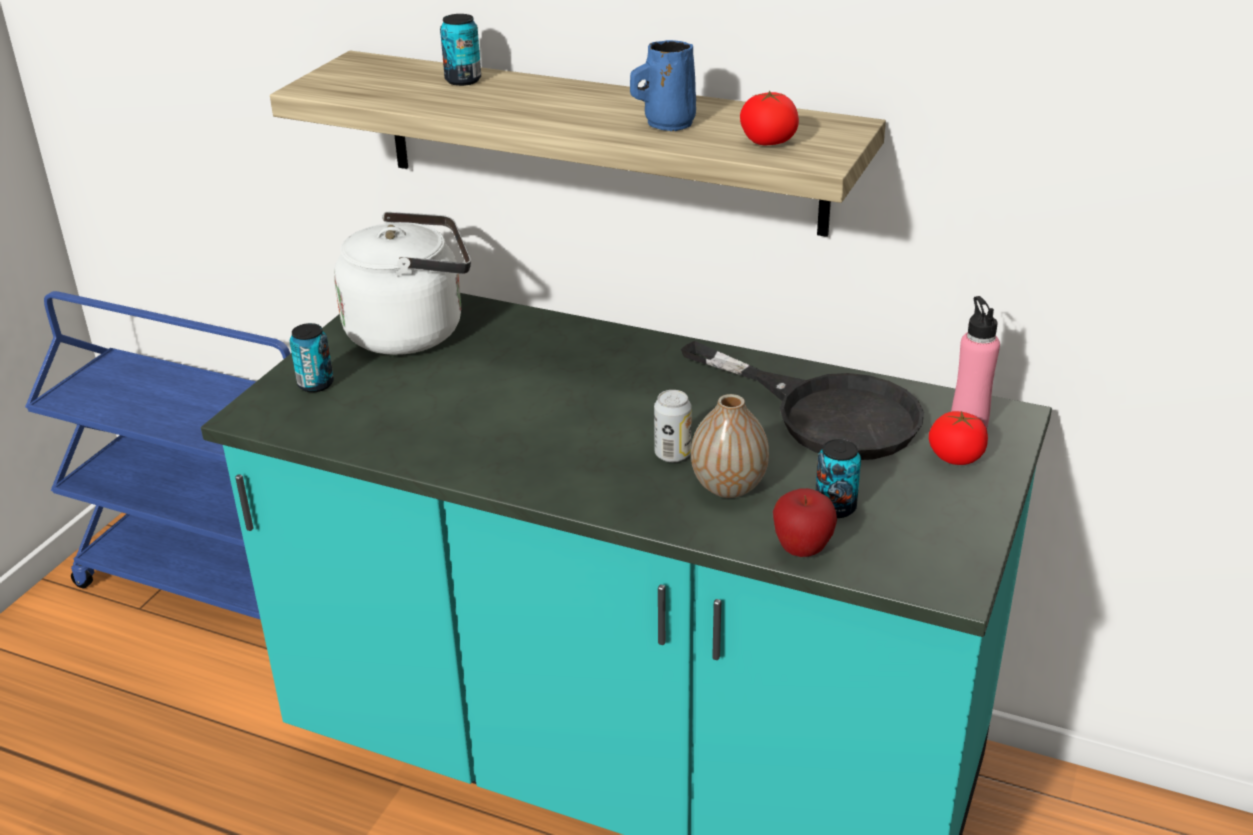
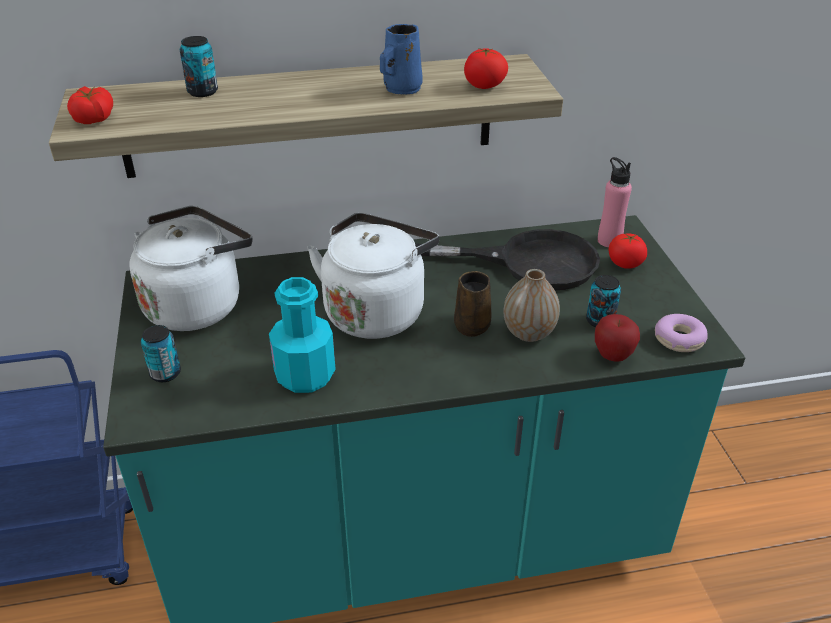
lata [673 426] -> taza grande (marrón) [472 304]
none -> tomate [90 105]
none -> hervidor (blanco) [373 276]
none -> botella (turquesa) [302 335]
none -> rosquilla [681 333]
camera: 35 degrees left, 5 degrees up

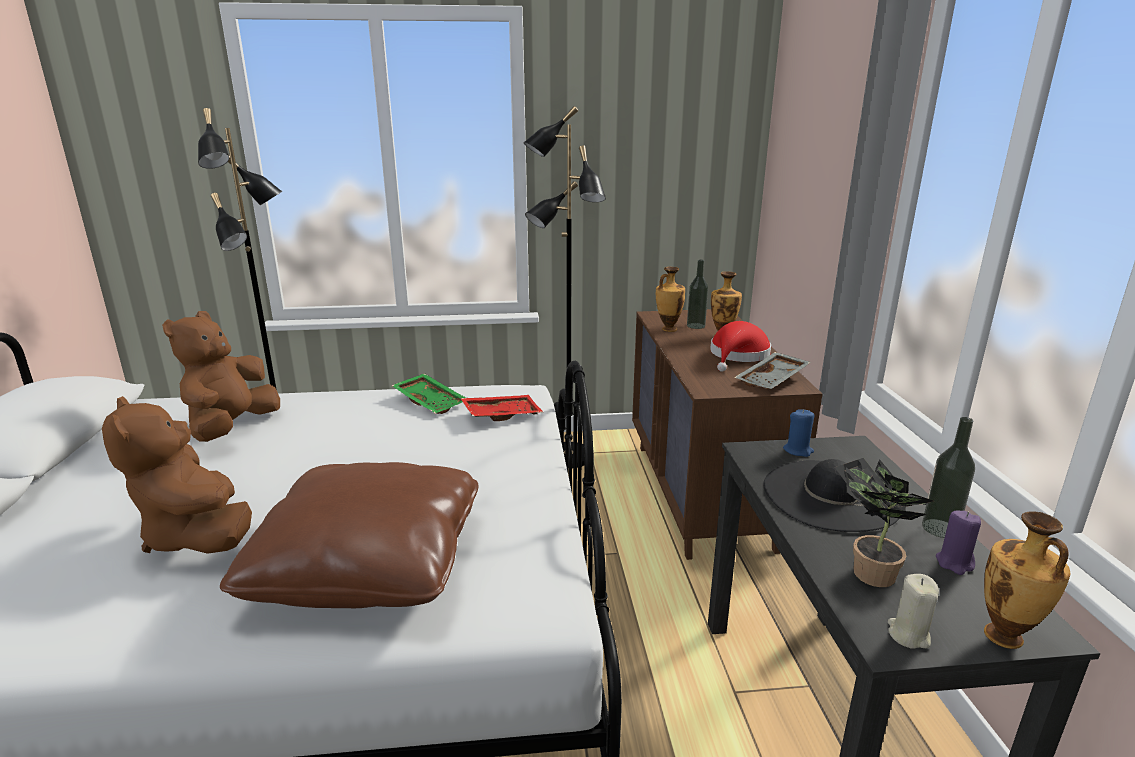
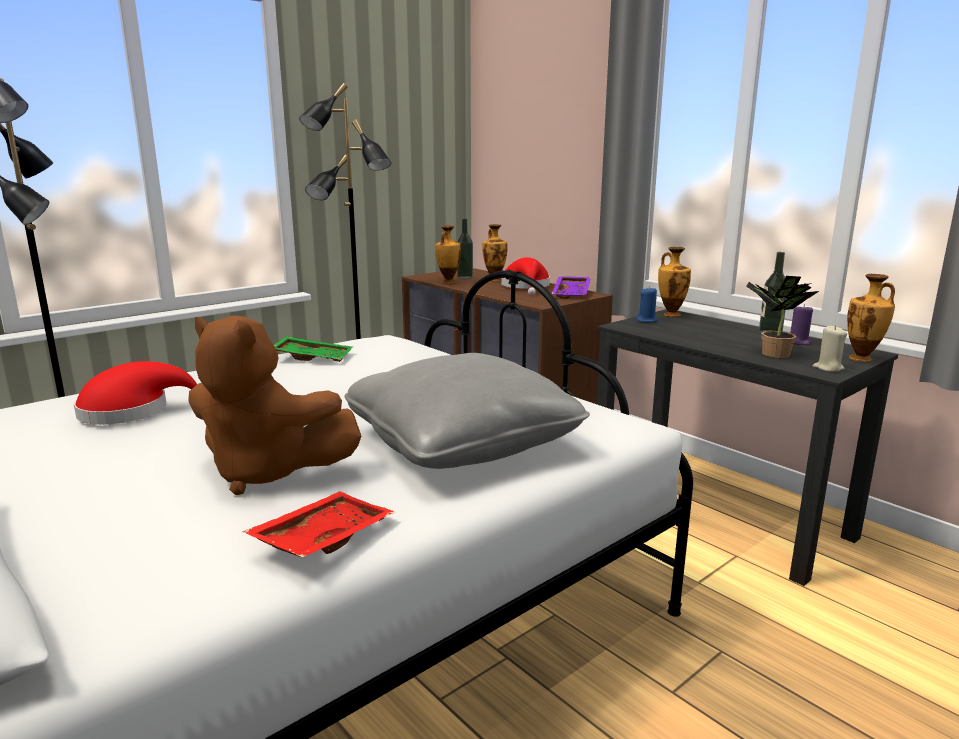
peluche (marrón) [221 376] -> sombrero (rojo) [135 393]
bandeja (gris) [772 370] -> bandeja (morado) [571 287]
bandeja (rojo) [502 408] -> bandeja (rojo) [318 524], move
sombrero (negro) [831 495] -> none
cojín (marrón) [349 535] -> cojín (gris) [467 411]
none -> florero [674 281]
camera: 35 degrees left, 5 degrees down

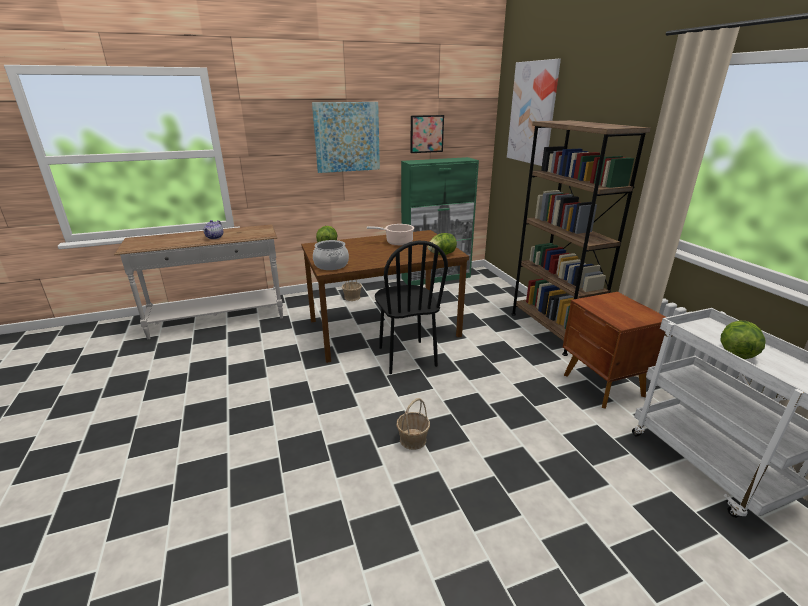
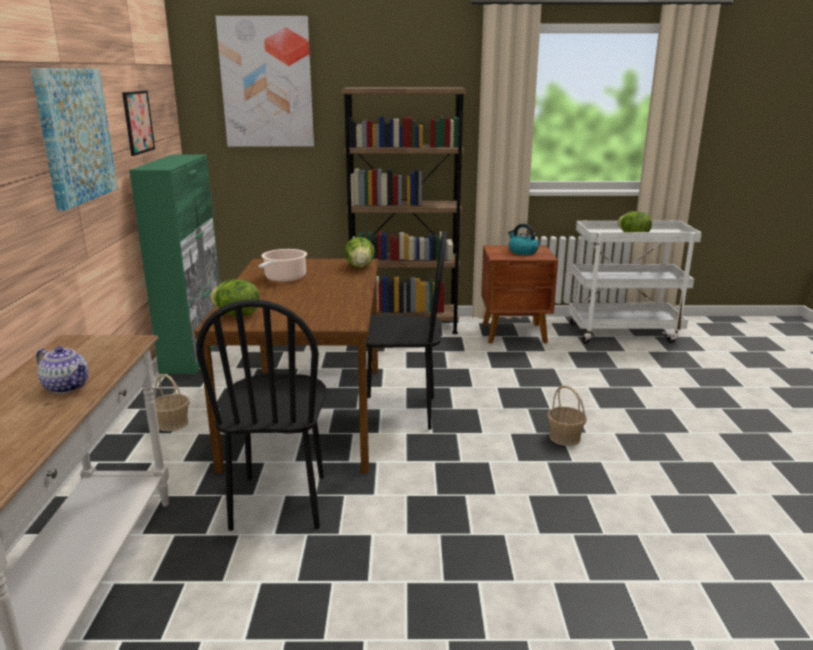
olla [331 255] -> none
none -> hervidor [523 239]
none -> silla (negro) [261 415]
camera: 70 degrees left, 5 degrees down

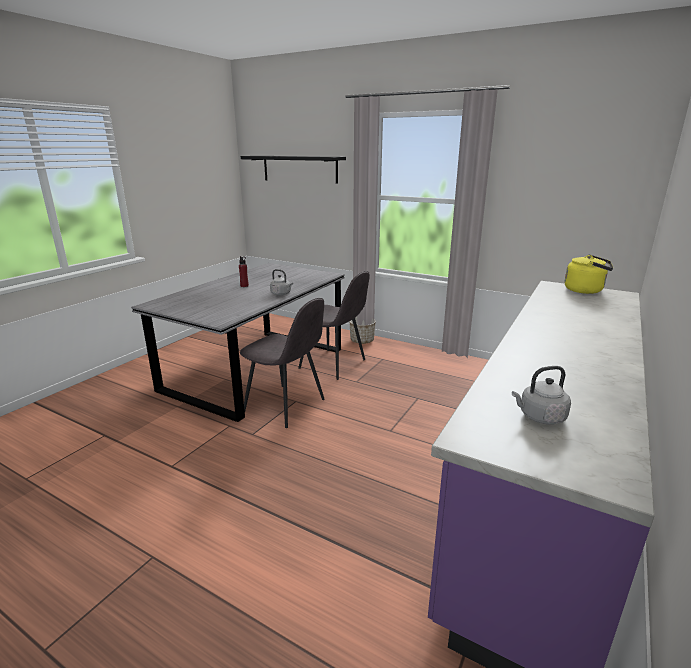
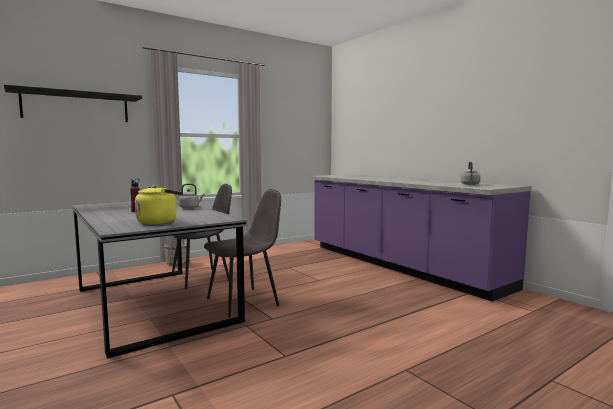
hervidor (amarillo) [589 274] -> hervidor (amarillo) [159 204], move
camera: 65 degrees left, 15 degrees down

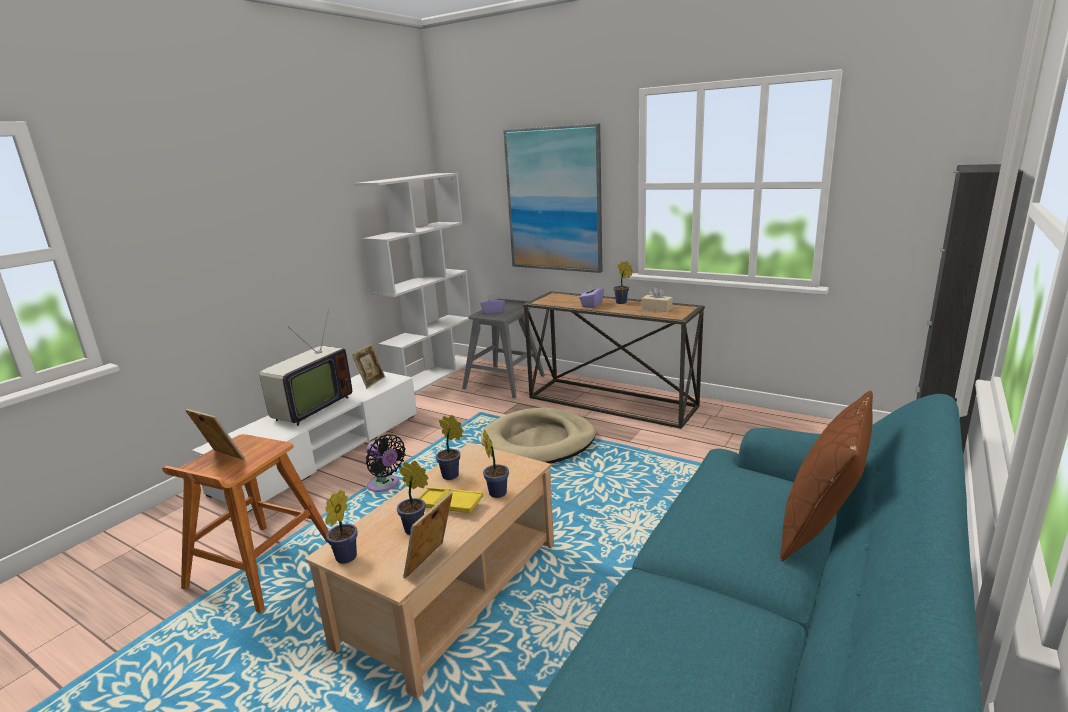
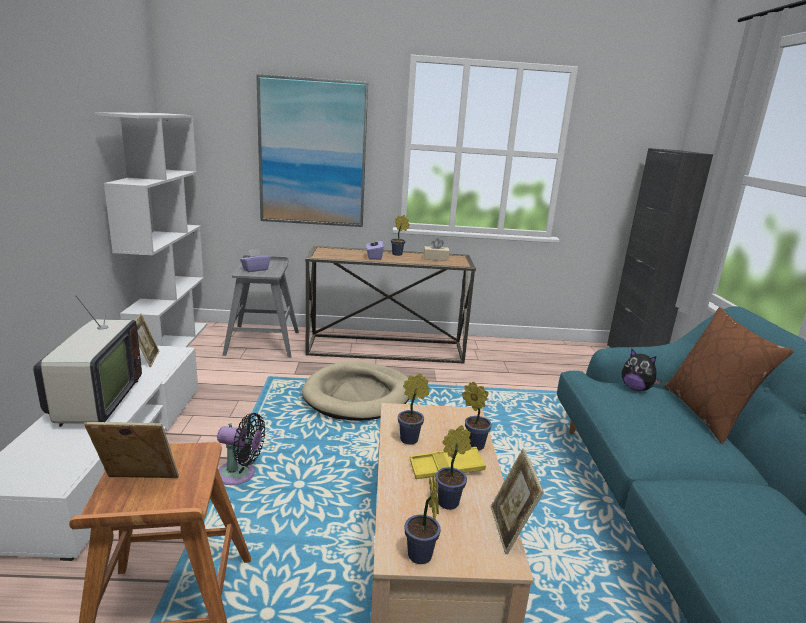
none -> peluche [641 370]
camera: 35 degrees left, 0 degrees up

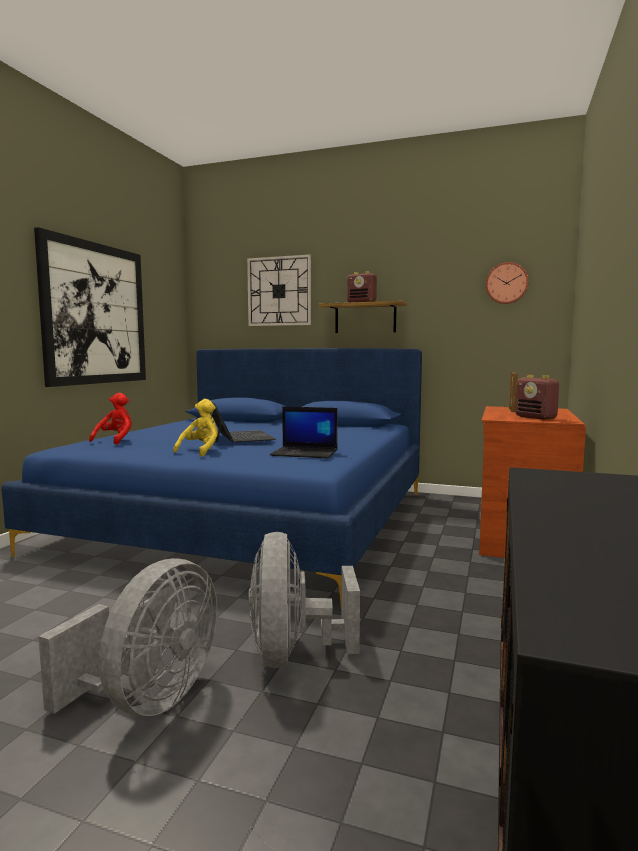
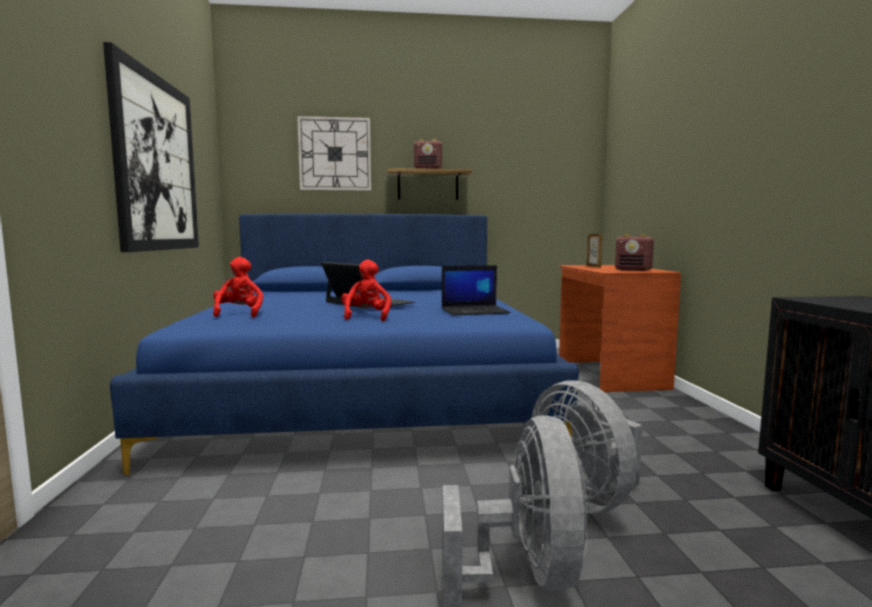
reloj de pared [507 283] -> none
peluche (amarillo) [195 427] -> peluche (rojo) [366 290]
camera: 25 degrees left, 0 degrees up

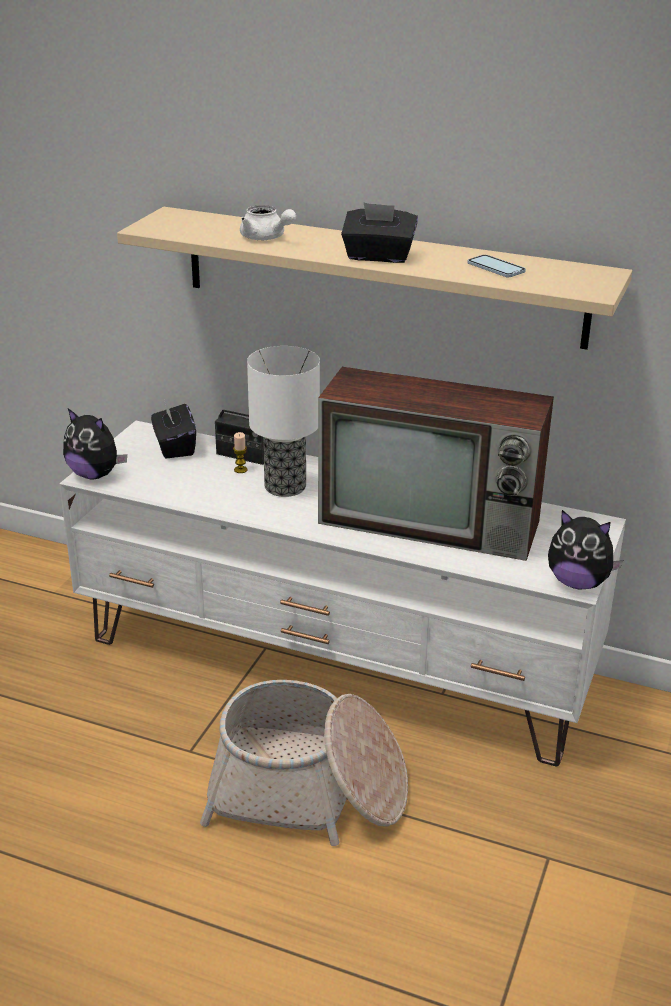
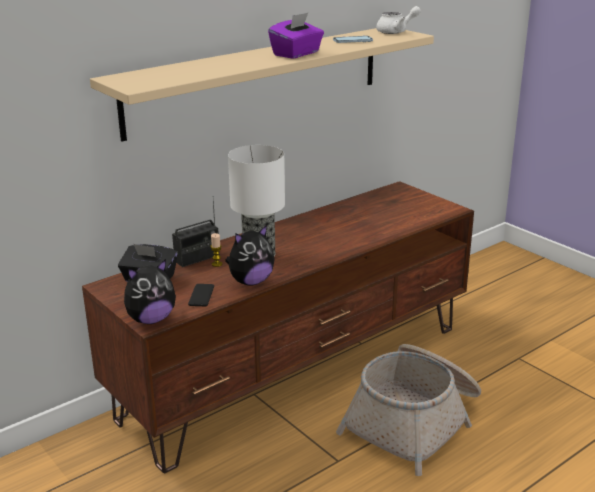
caja de pañuelos (negro) [379 233] -> caja de pañuelos (morado) [296 35]
tetera (blanco) [268 222] -> tetera (blanco) [398 20], move
televisor [436 464] -> none
mueble de televisión (blanco) [342 594] -> mueble de televisión (marrón) [278 327]
peluche [585 549] -> peluche [250 255], move
none -> móvil [201 295]
camera: 60 degrees left, 5 degrees down

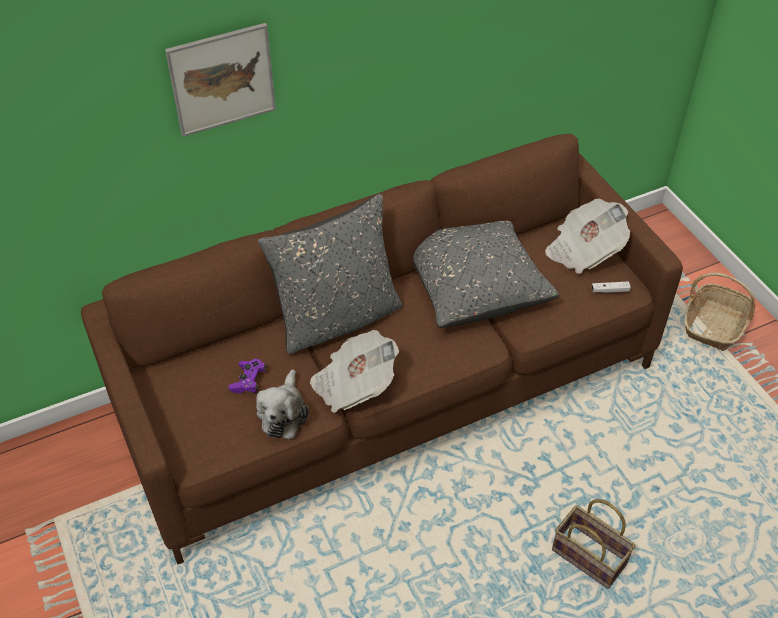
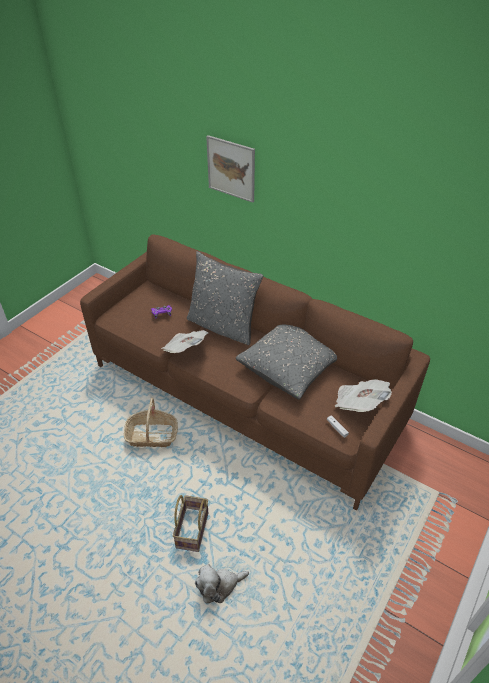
cesta [719 311] -> cesta [151 422], move
peluche [282 404] -> peluche [222 583], move
camera: 60 degrees right, 5 degrees down

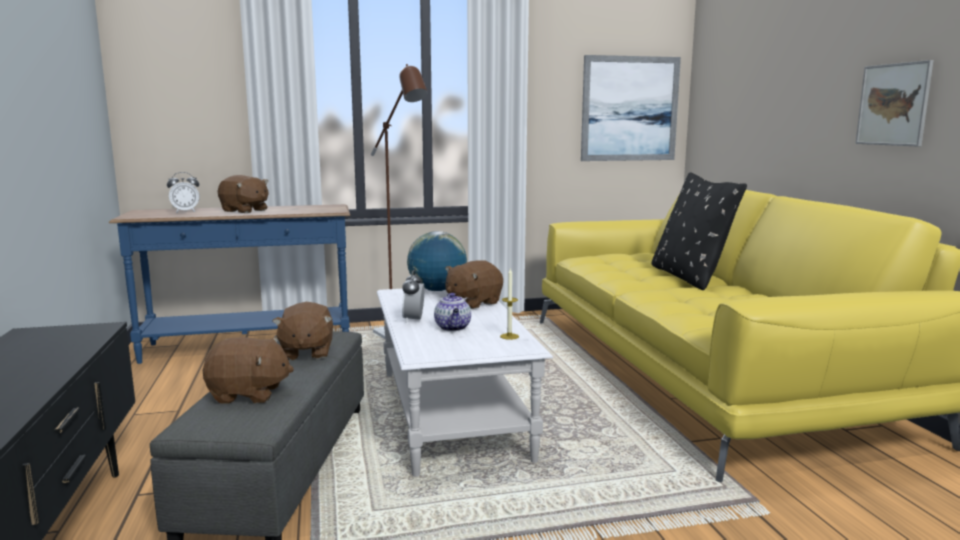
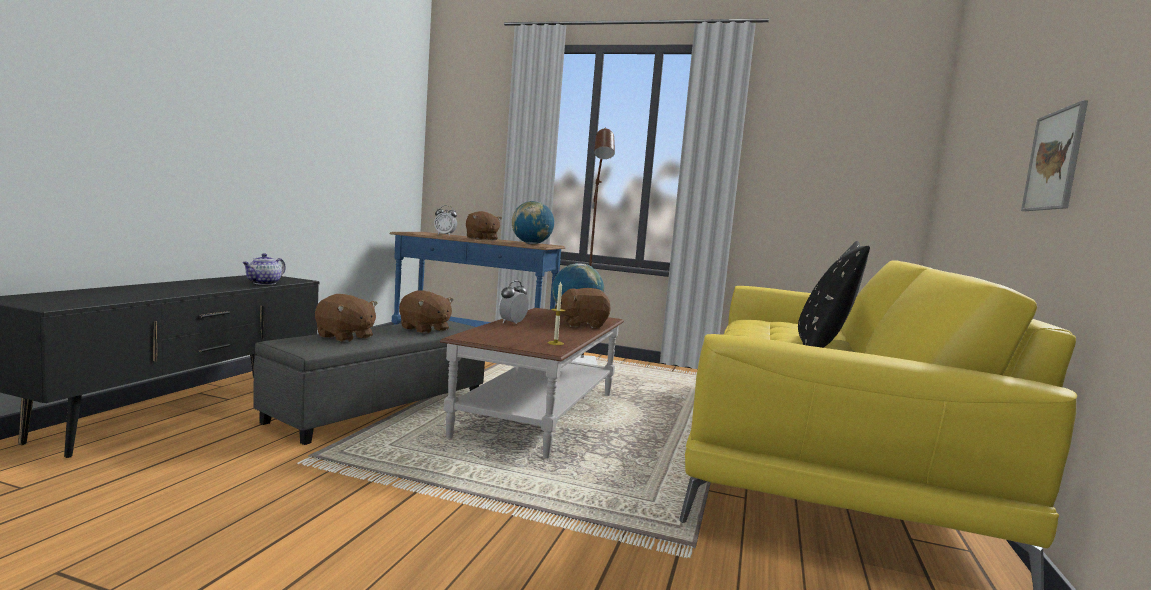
cuadro [631 108] -> none
mesa de centro (blanco) [465 382] -> mesa de centro (marrón) [532 383]
tetera [452 312] -> tetera [264 269], move
peluche (marrón) [302 331] -> peluche (marrón) [426 312], 75 degrees counterclockwise
none -> globo terráqueo [533 222]
camera: 30 degrees right, 5 degrees down

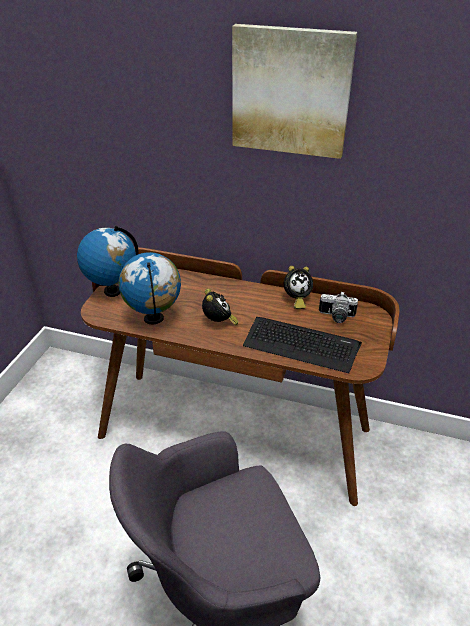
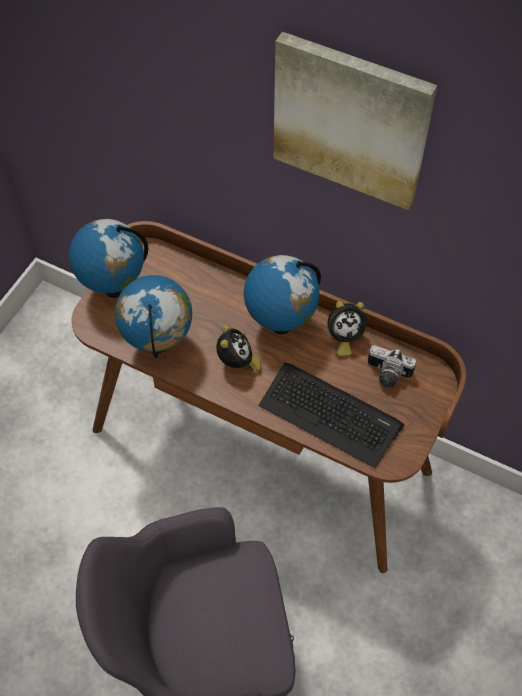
none -> globo terráqueo [282 294]
camera: 10 degrees right, 20 degrees up

